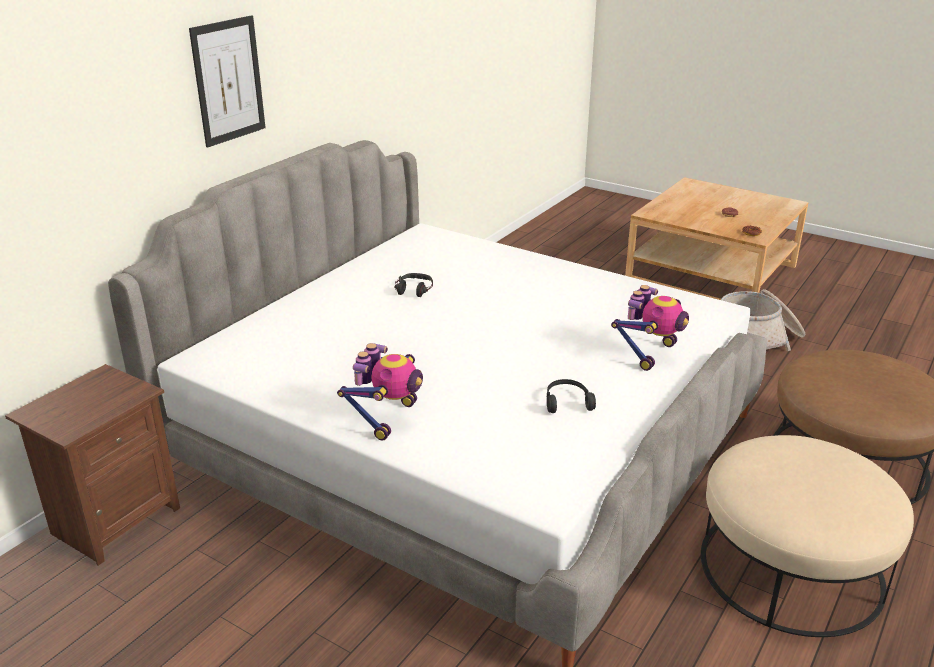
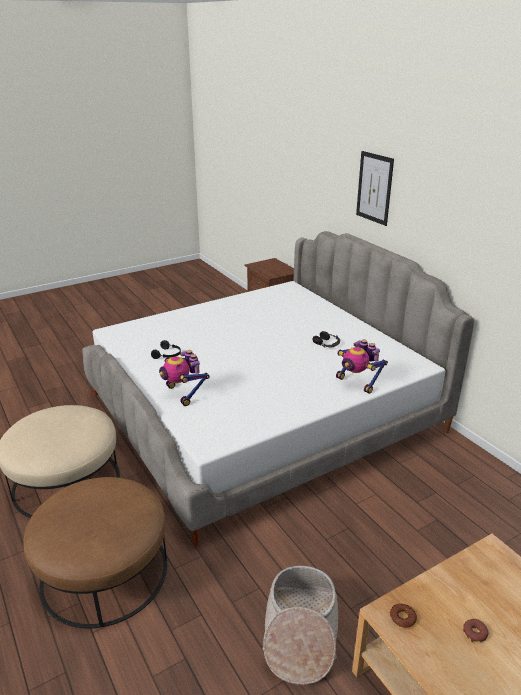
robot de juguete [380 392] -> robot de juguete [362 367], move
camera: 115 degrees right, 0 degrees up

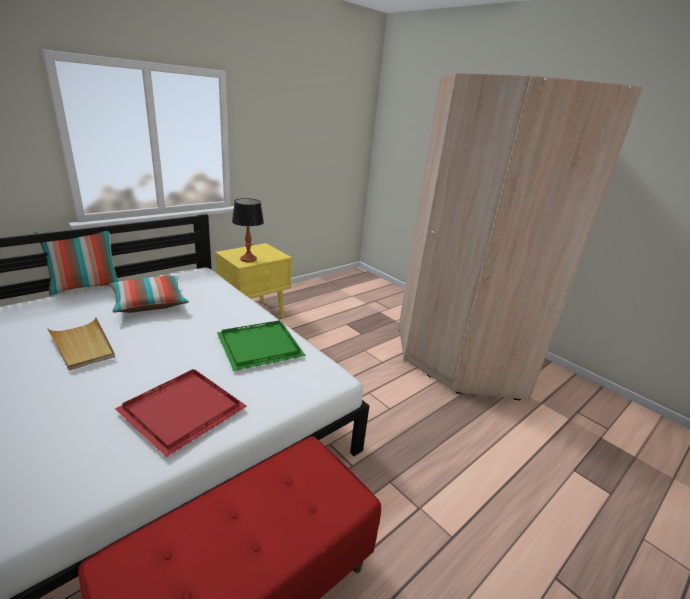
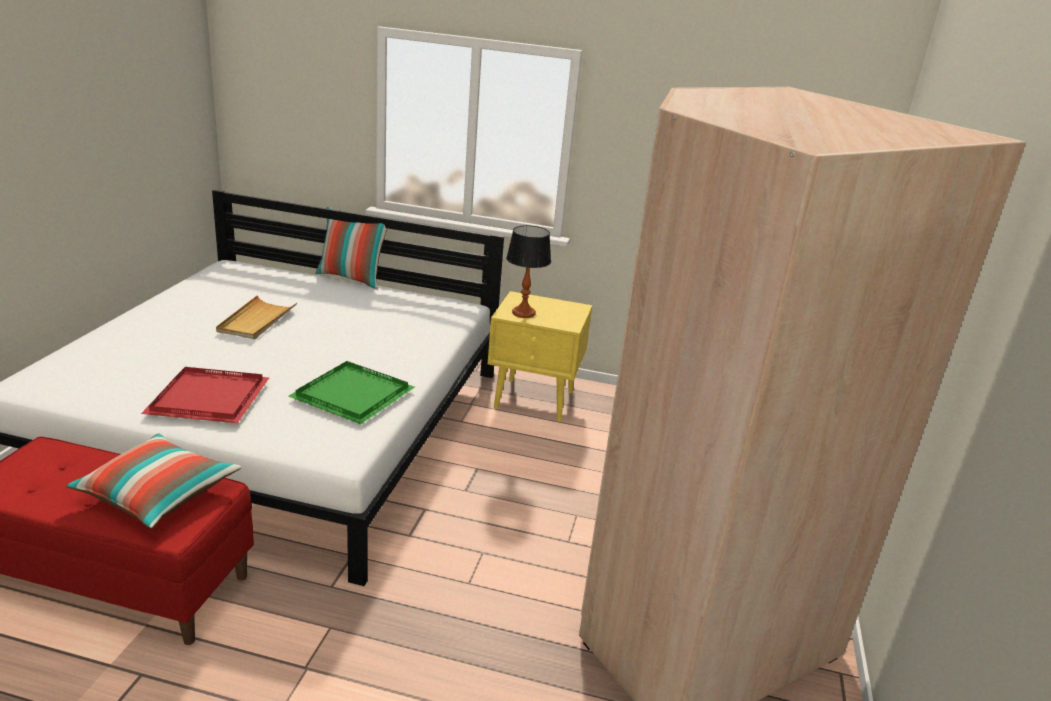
cojín [149 294] -> cojín [154 480], move
camera: 55 degrees right, 0 degrees up

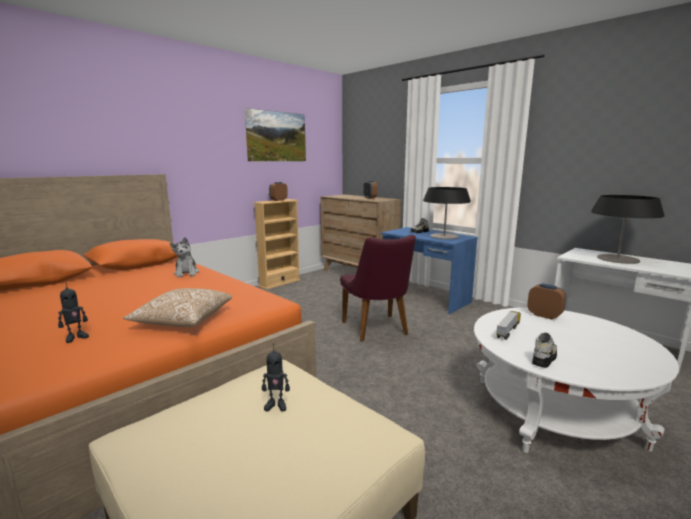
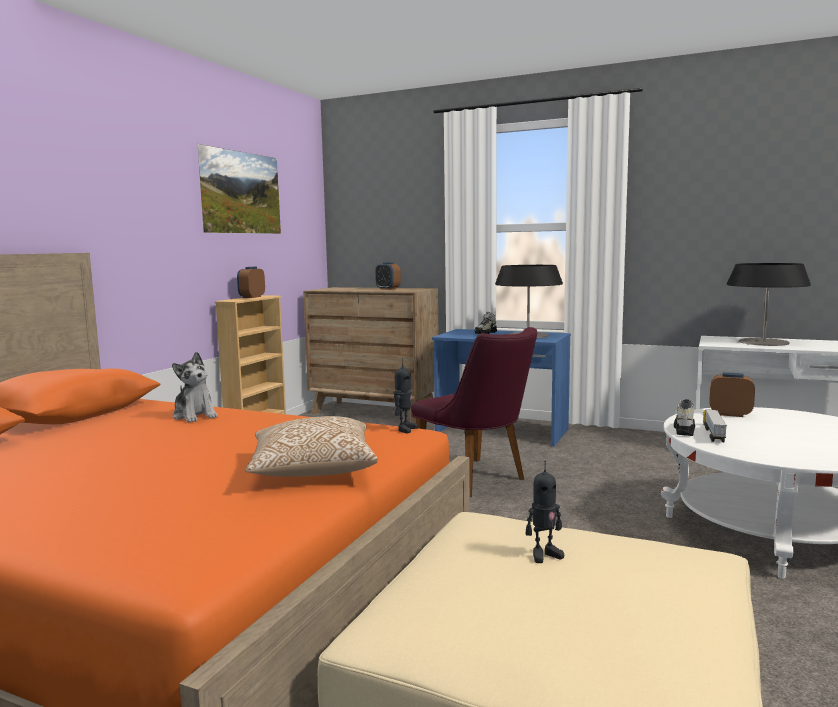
robot de juguete [73 312] -> robot de juguete [406 395], move
zapato [544 350] -> zapato [684 417], move
camera: 20 degrees left, 5 degrees down

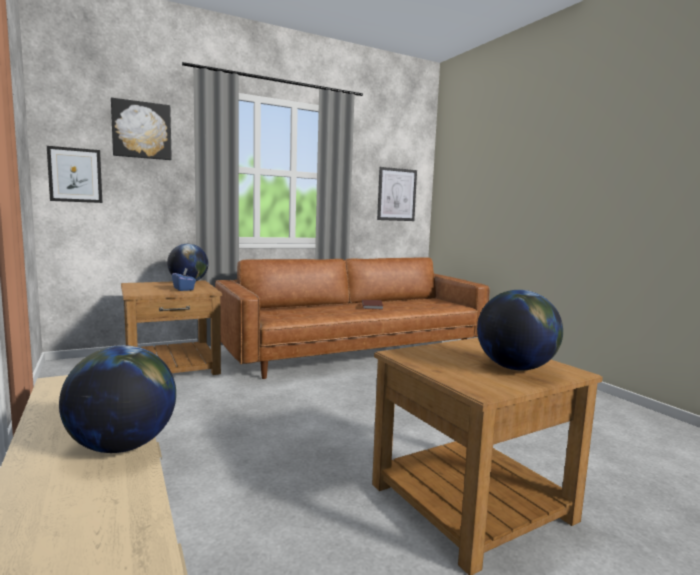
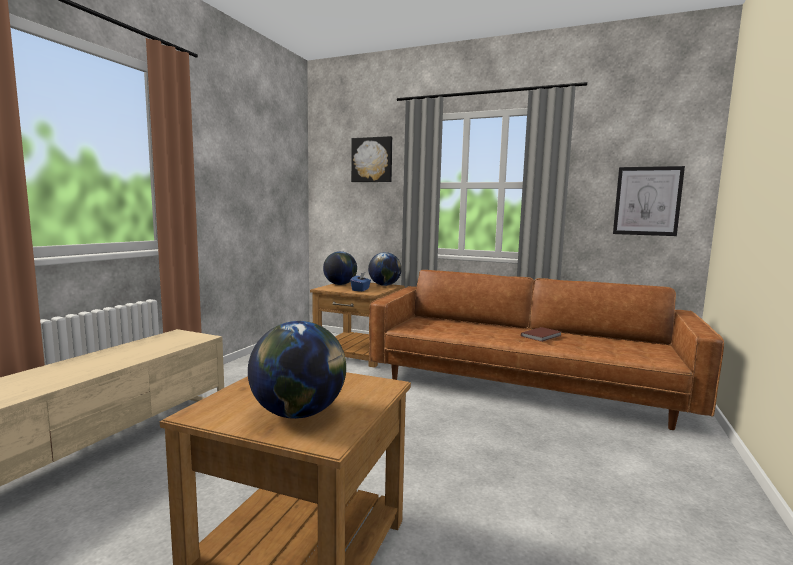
cuadro [74 174] -> none
globo terráqueo [117 399] -> globo terráqueo [340 268], move
camera: 50 degrees right, 0 degrees up

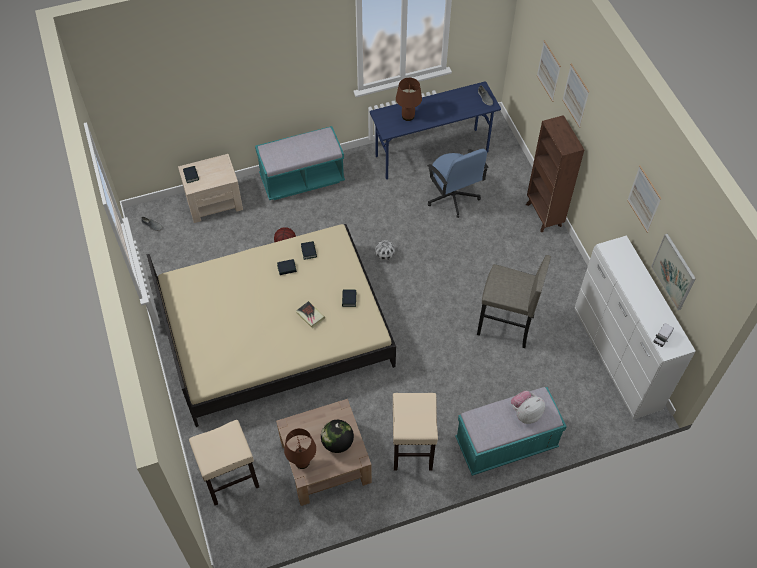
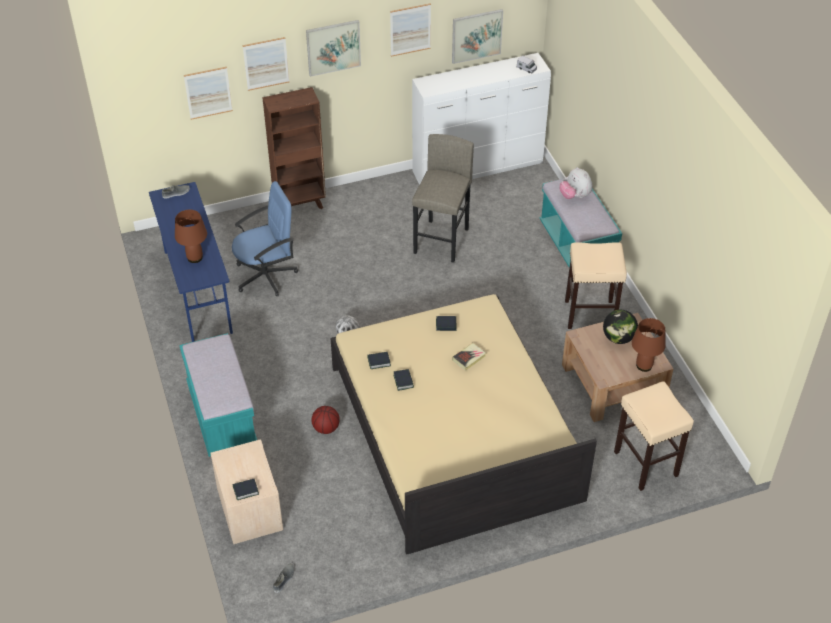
none -> cuadro [333 48]
camera: 90 degrees left, 10 degrees down

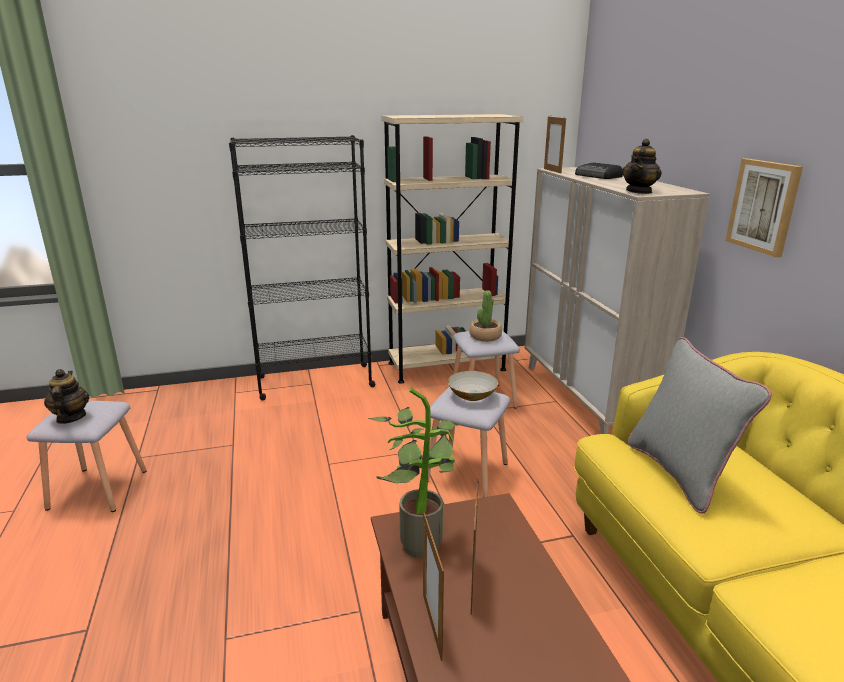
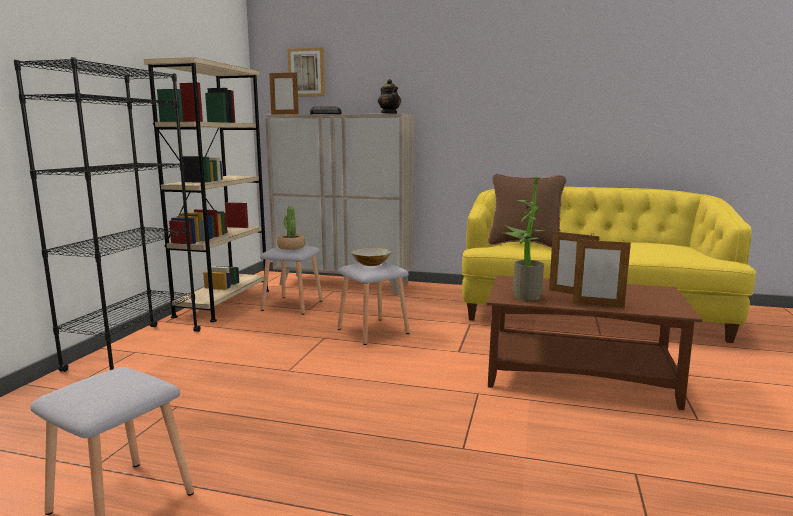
cuadro [764 207] -> cuadro [306 72], move
cojín (gris) [700 425] -> cojín (marrón) [527 211]
tetera [66 396] -> none
camera: 60 degrees left, 10 degrees down

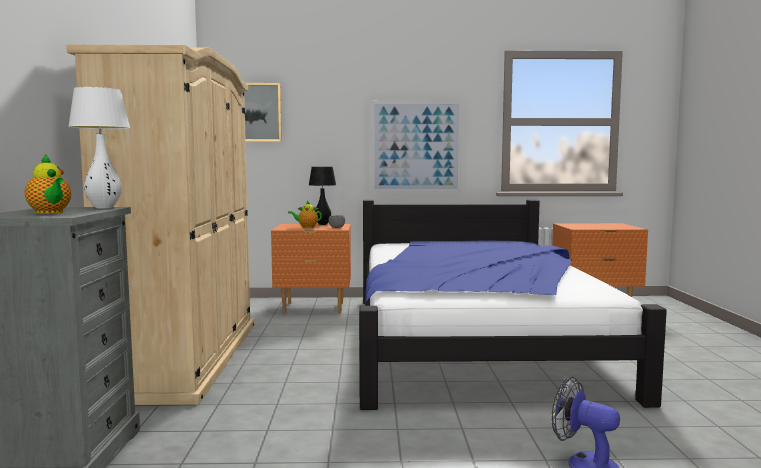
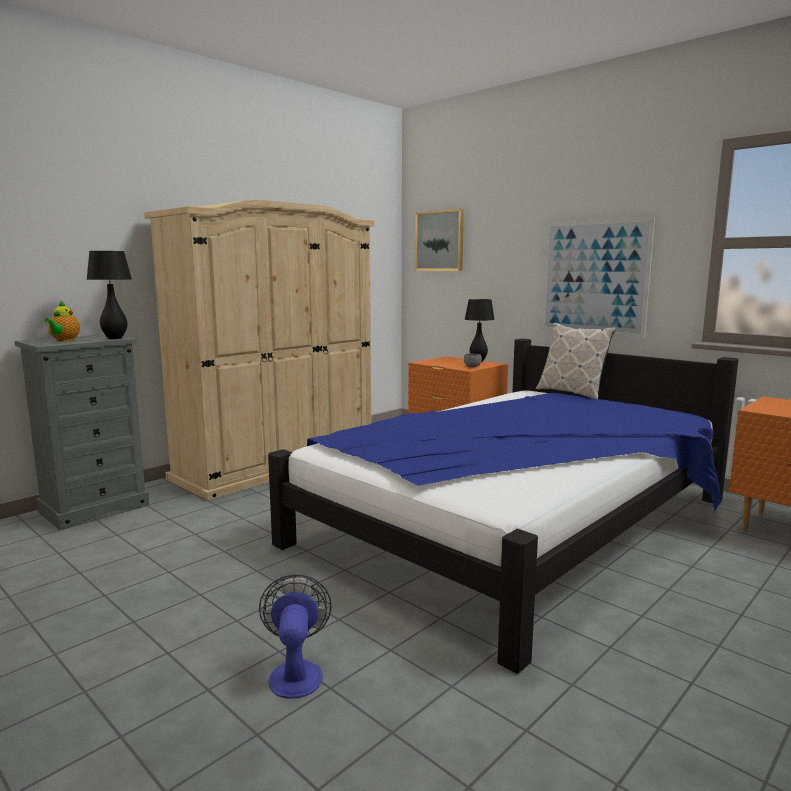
lámpara de mesa (blanco) [99 148] -> lámpara de mesa (negro) [109 295]
tetera [305 214] -> none
none -> cojín [576 361]
camera: 45 degrees right, 5 degrees up

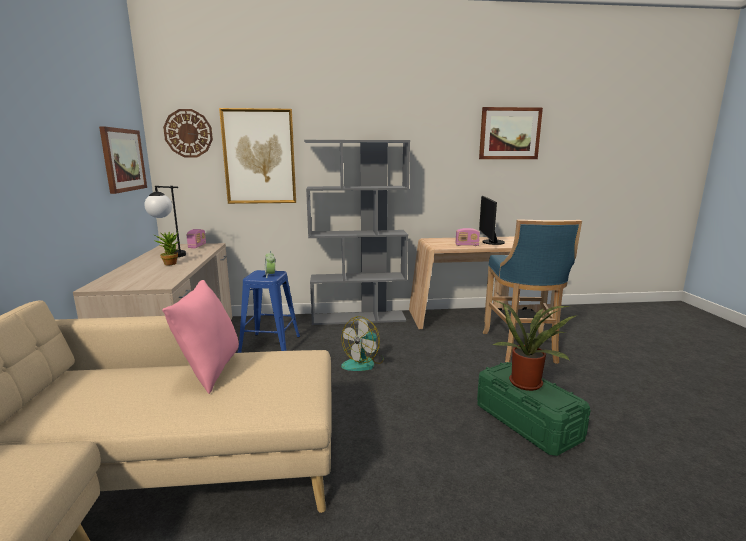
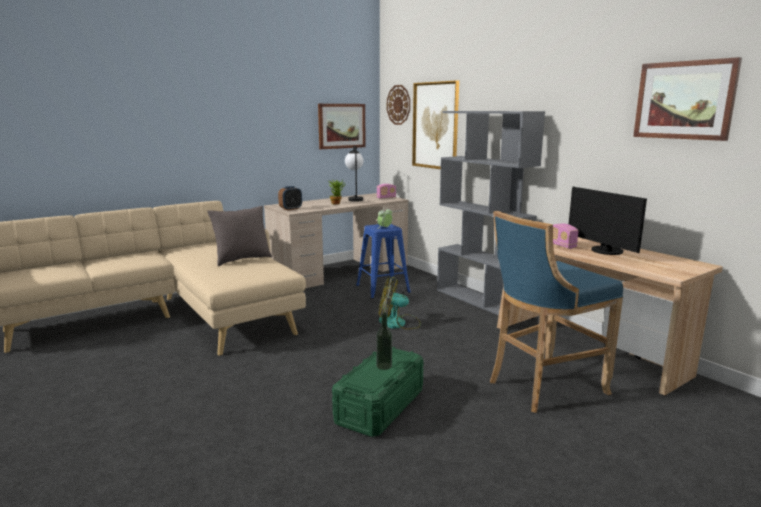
monitor [492 220] -> monitor [608 221], 90 degrees counterclockwise
cojín (rosa) [200 337] -> cojín (gris) [239 236]
planta en maceta [535 345] -> botella [384 341]
none -> despertador [290 198]
camera: 60 degrees right, 0 degrees up

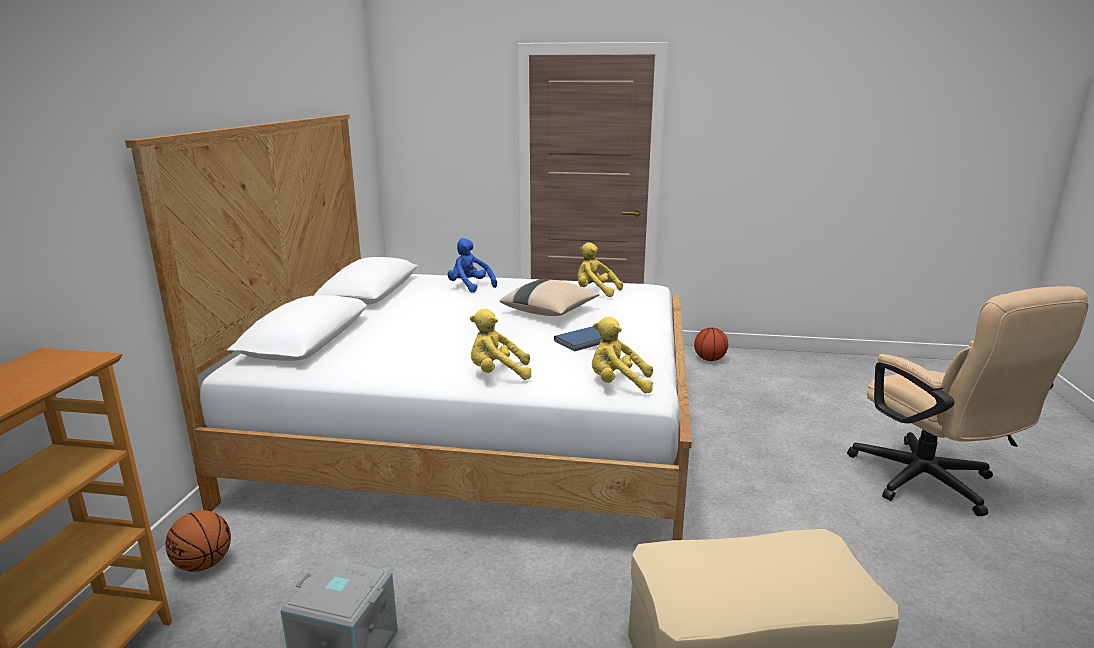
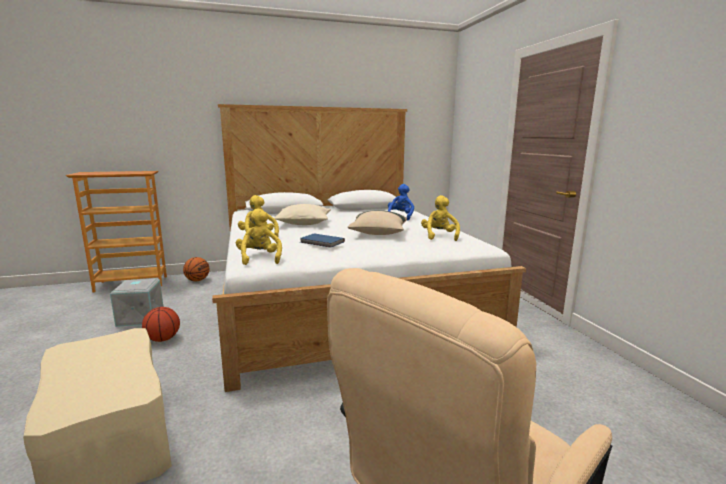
balón de baloncesto [711 344] -> balón de baloncesto [161 324], move
none -> cojín (beis) [302 214]
camera: 65 degrees right, 5 degrees down

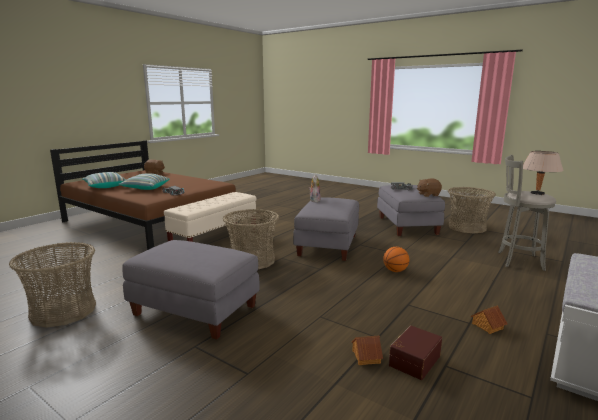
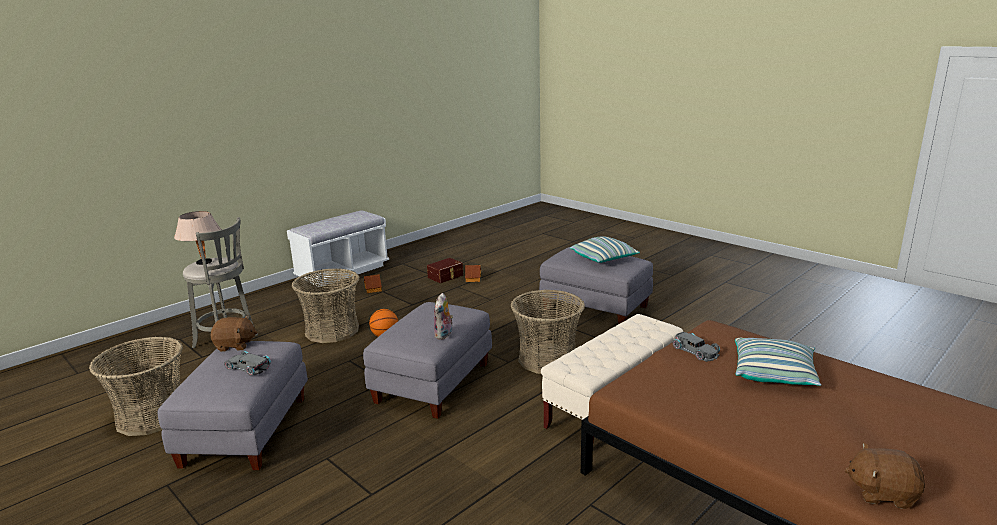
cojín [104 180] -> cojín [605 249], move
cesta [52 285] -> cesta [325 305], move
camera: 170 degrees left, 5 degrees up

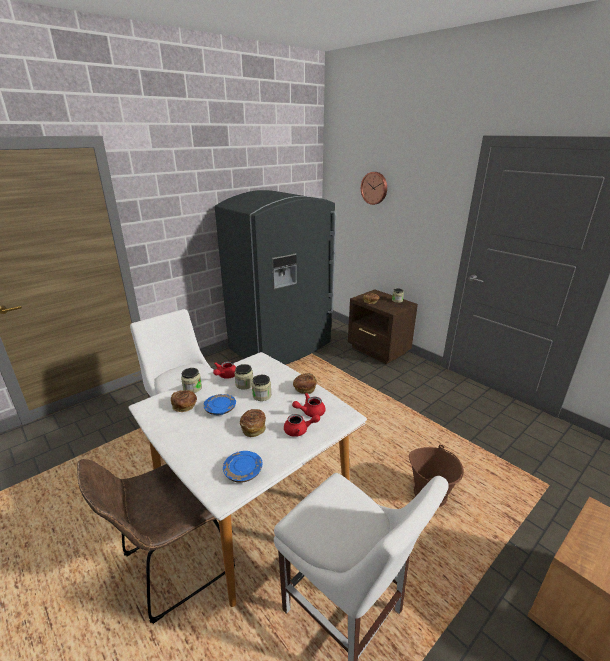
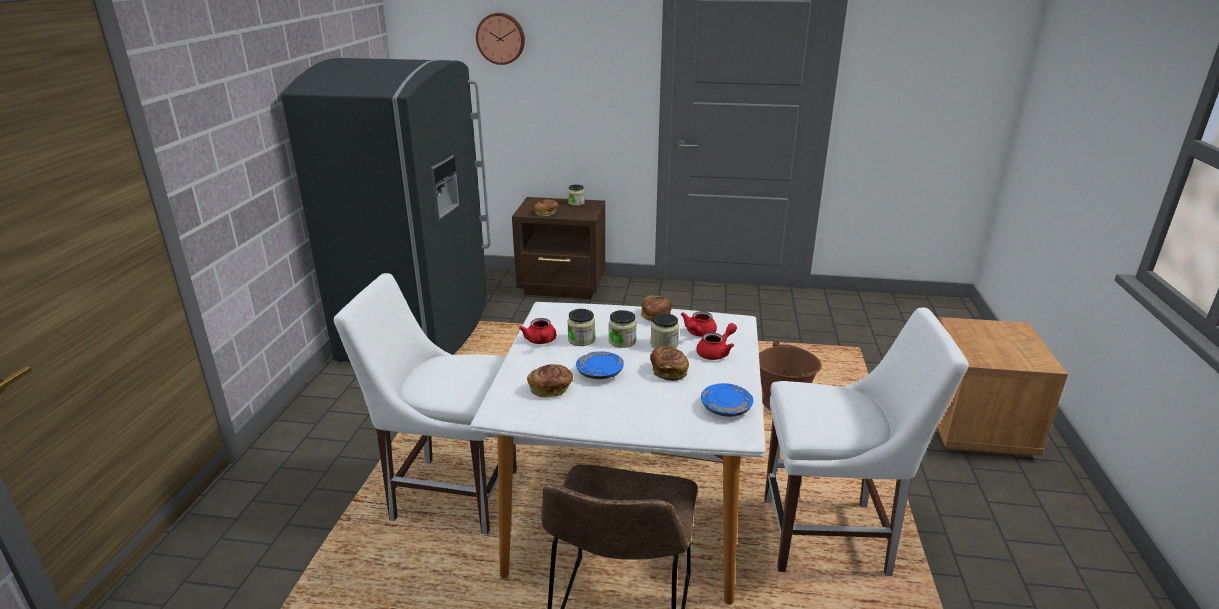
tarro [191 380] -> tarro [665 331], move
camera: 40 degrees left, 0 degrees up

